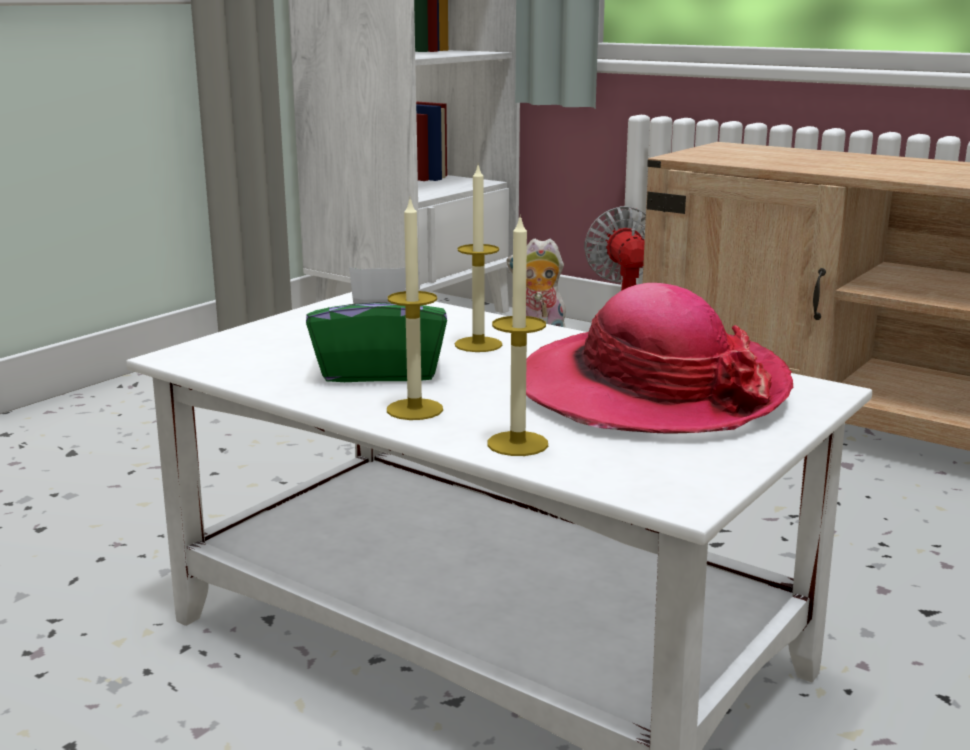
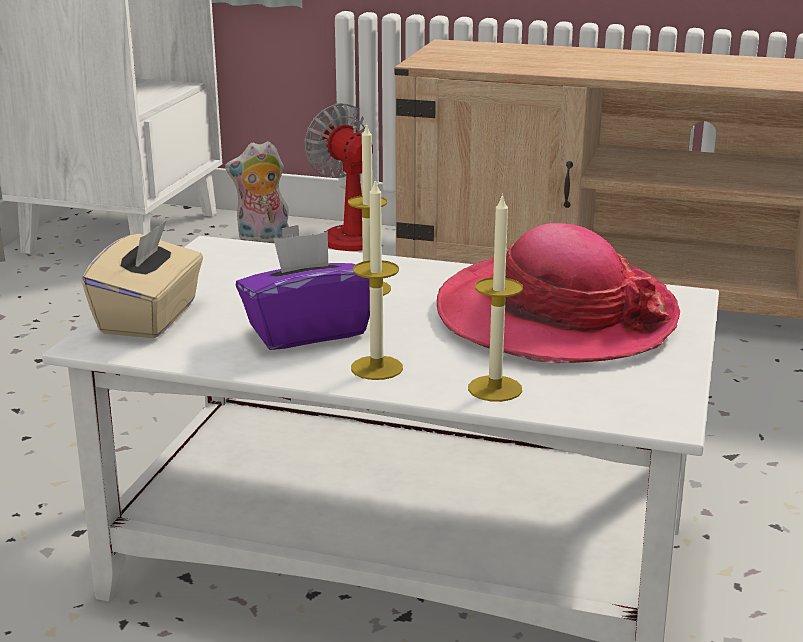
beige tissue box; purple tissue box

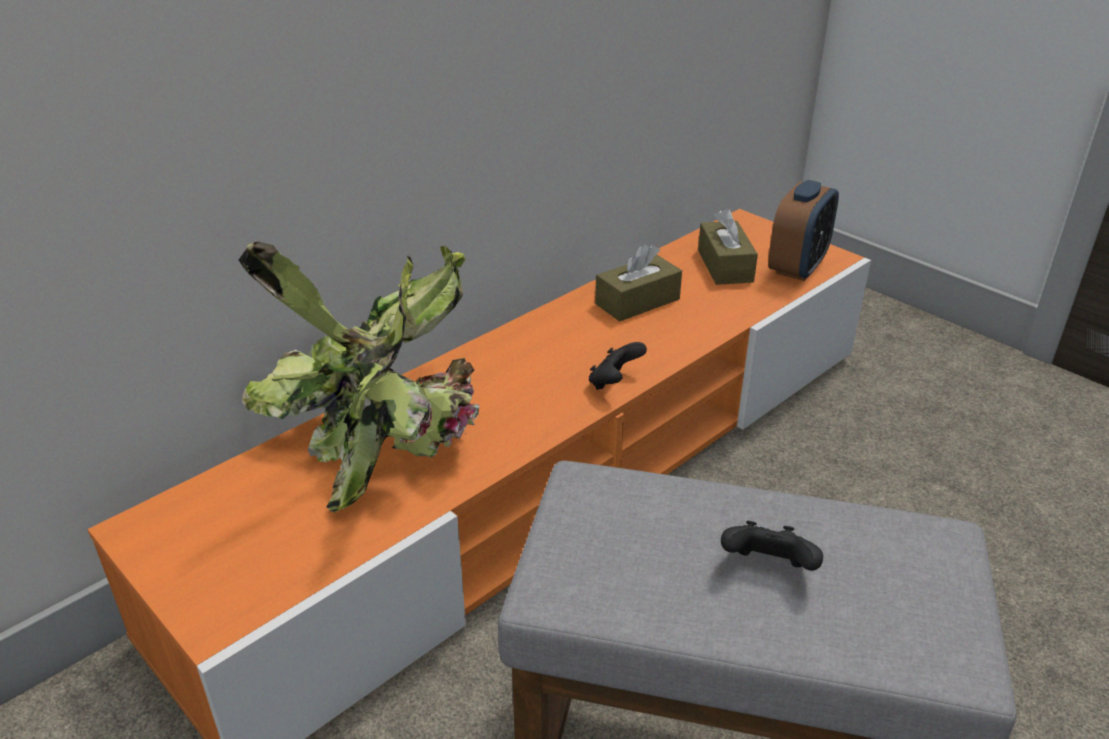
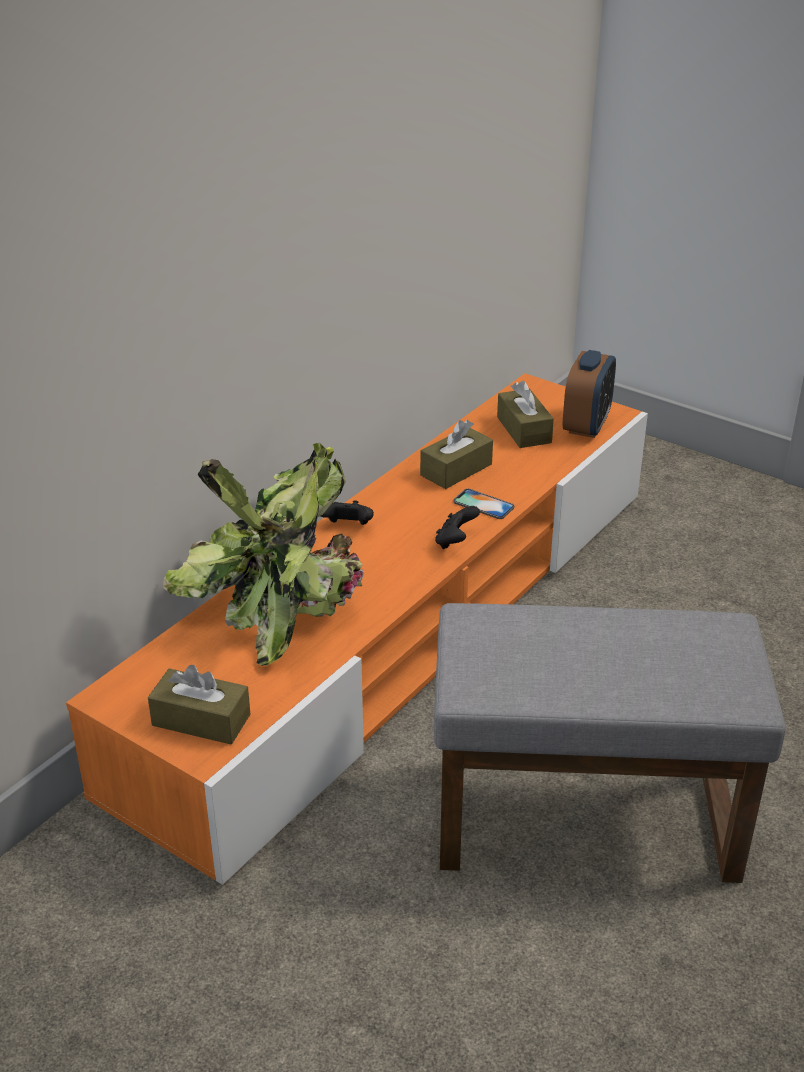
brown tissue box (no. 1 from left); black game controller (no. 1 from left); phone

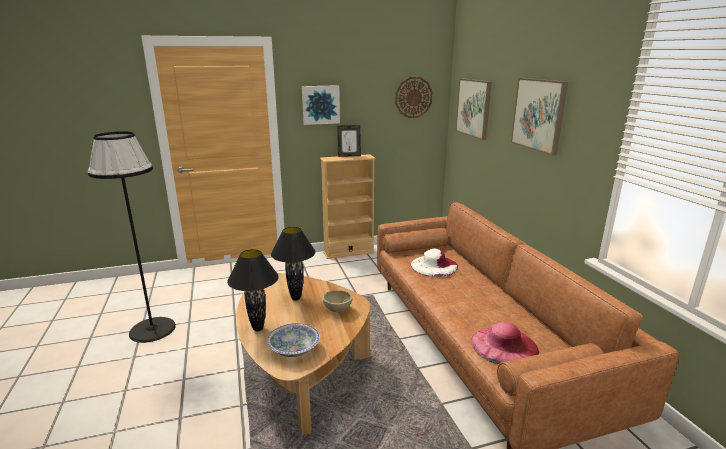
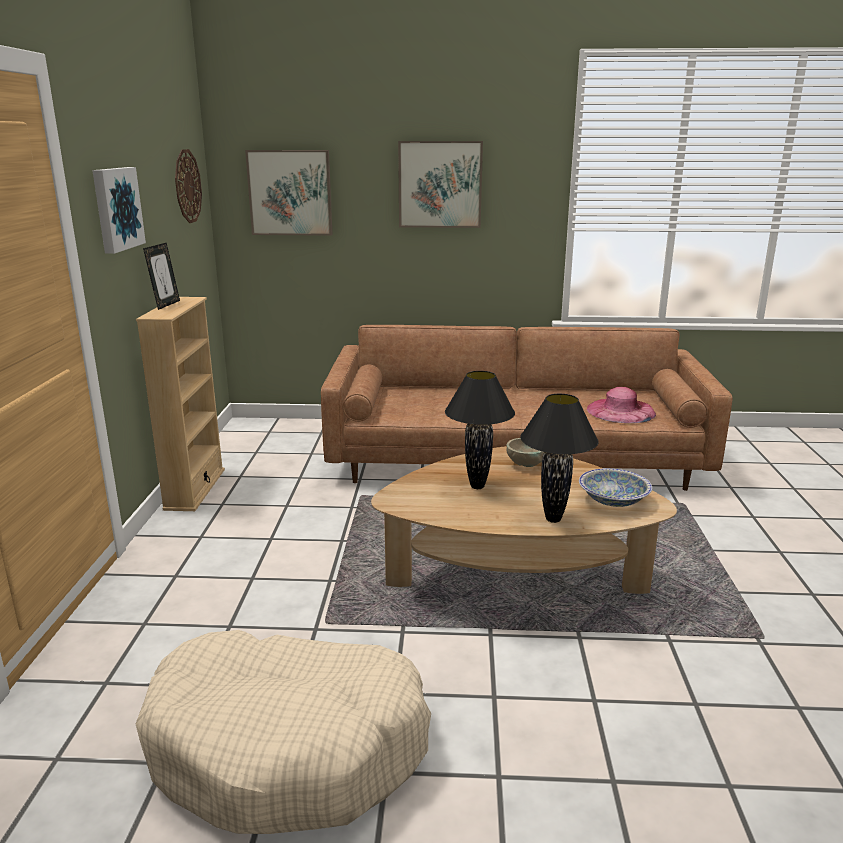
beige dog bed; white hat

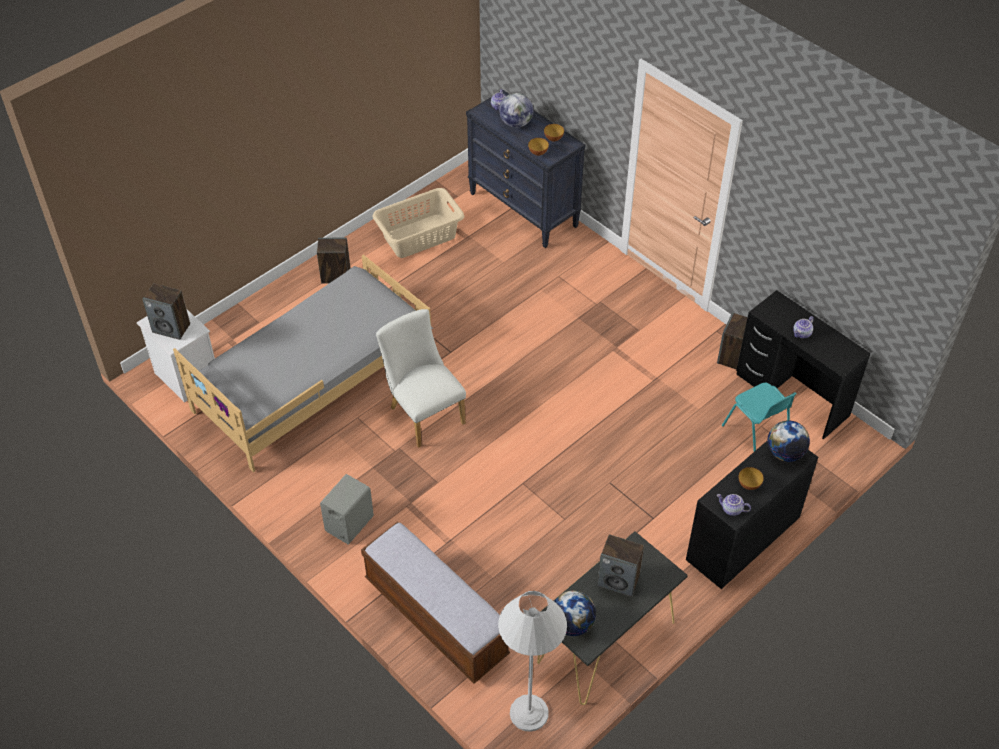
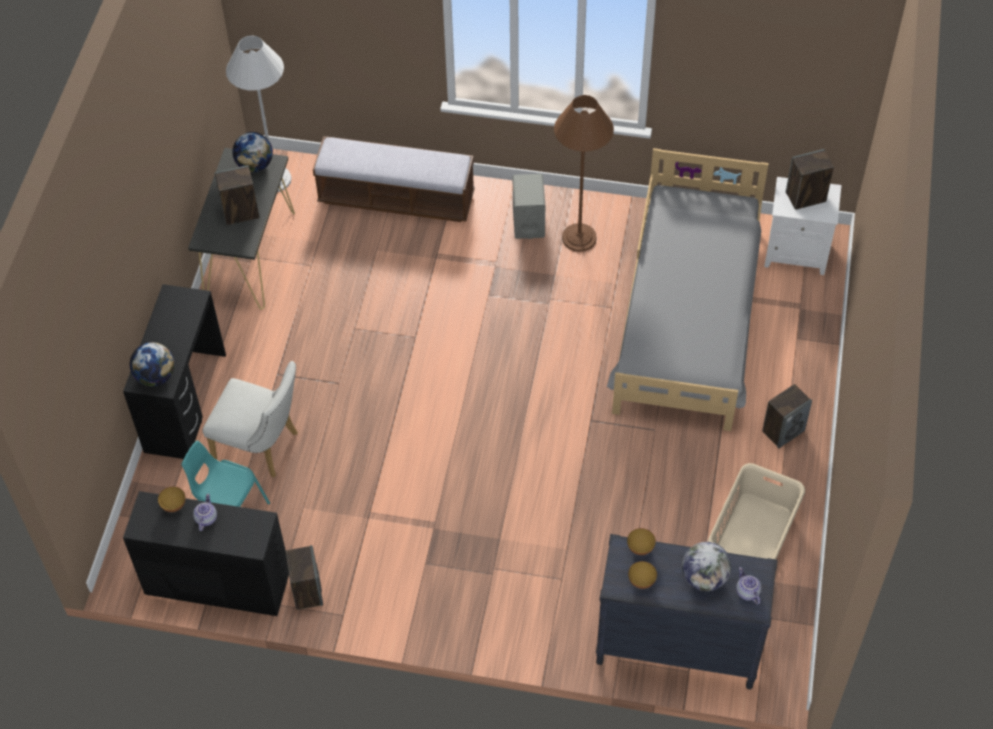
bowl (no. 1 from left); white chair; brown floor lamp; teapot (no. 2 from left in the first image)

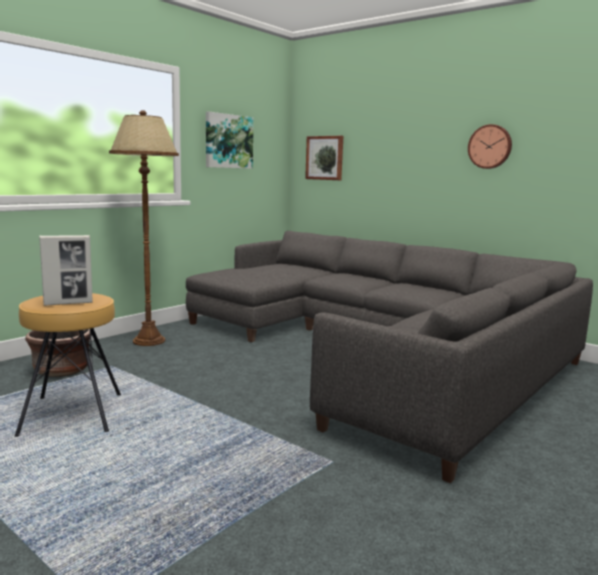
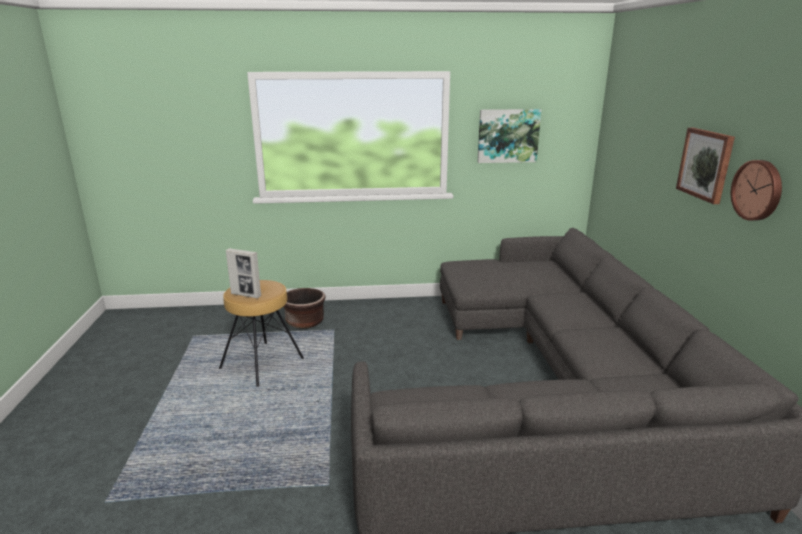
picture (no. 2 from left); brown floor lamp

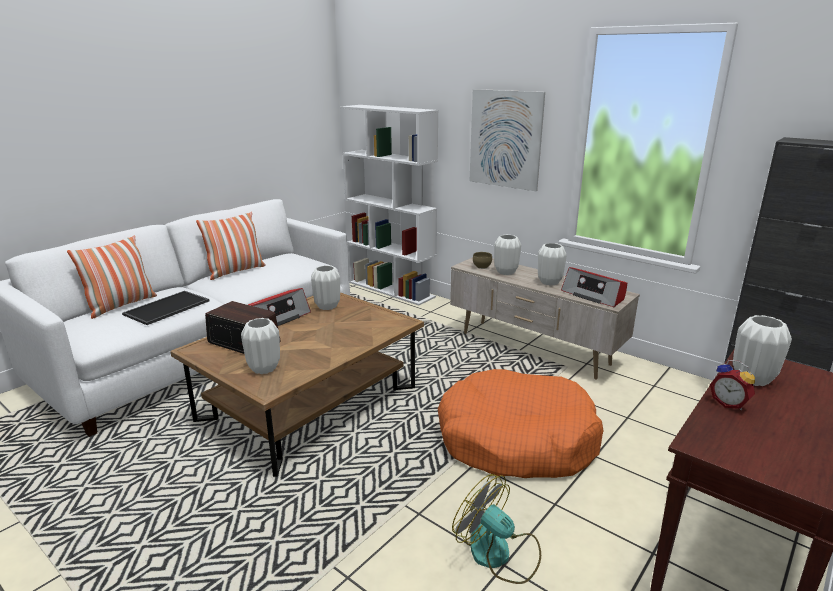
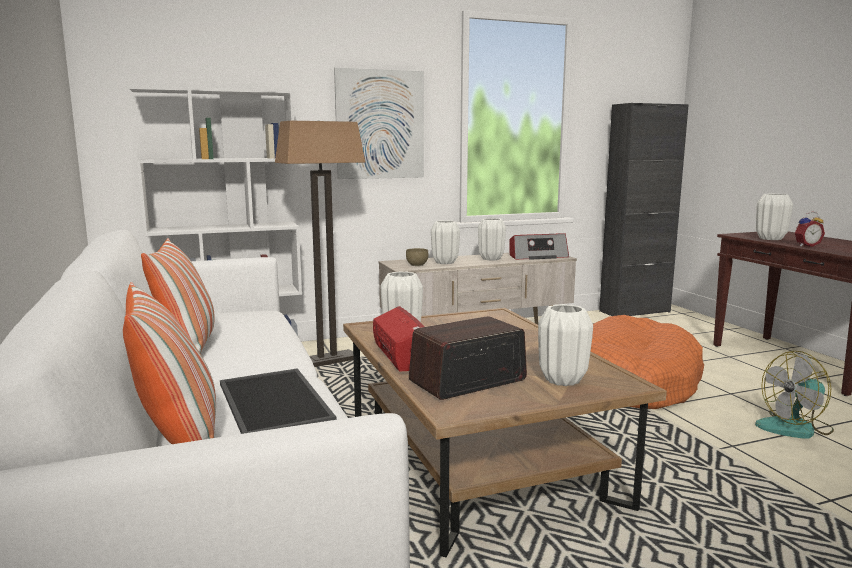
floor lamp

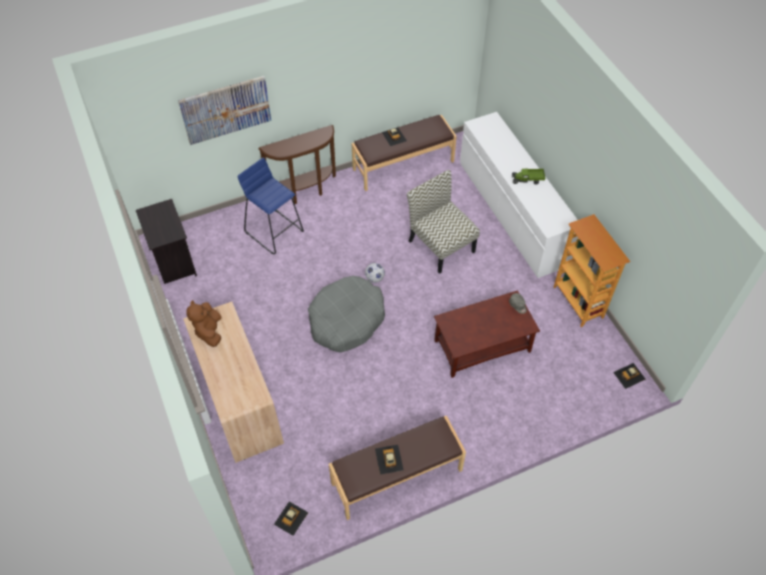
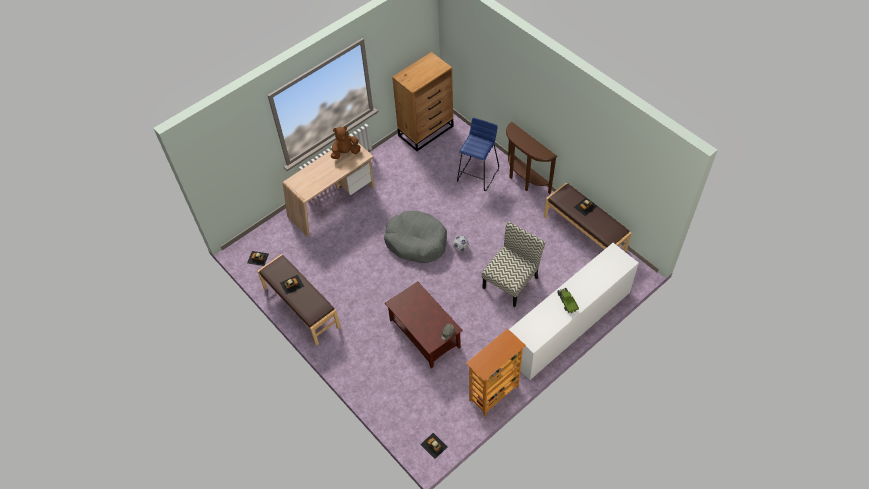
brown dresser; picture

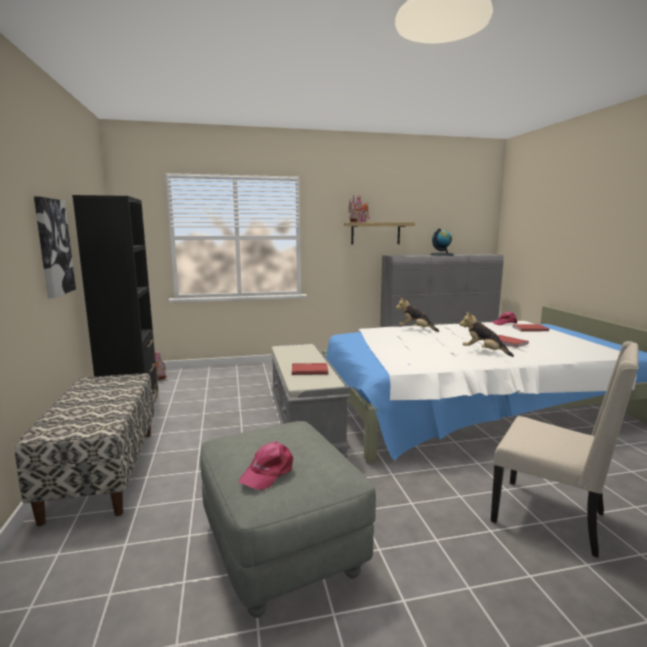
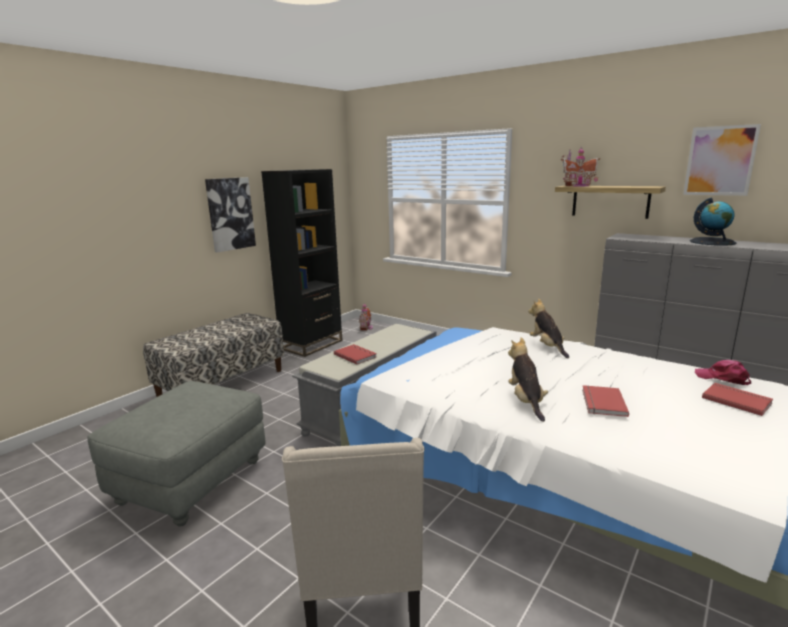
picture (no. 2 from left); pink cap (no. 1 from left in the first image)

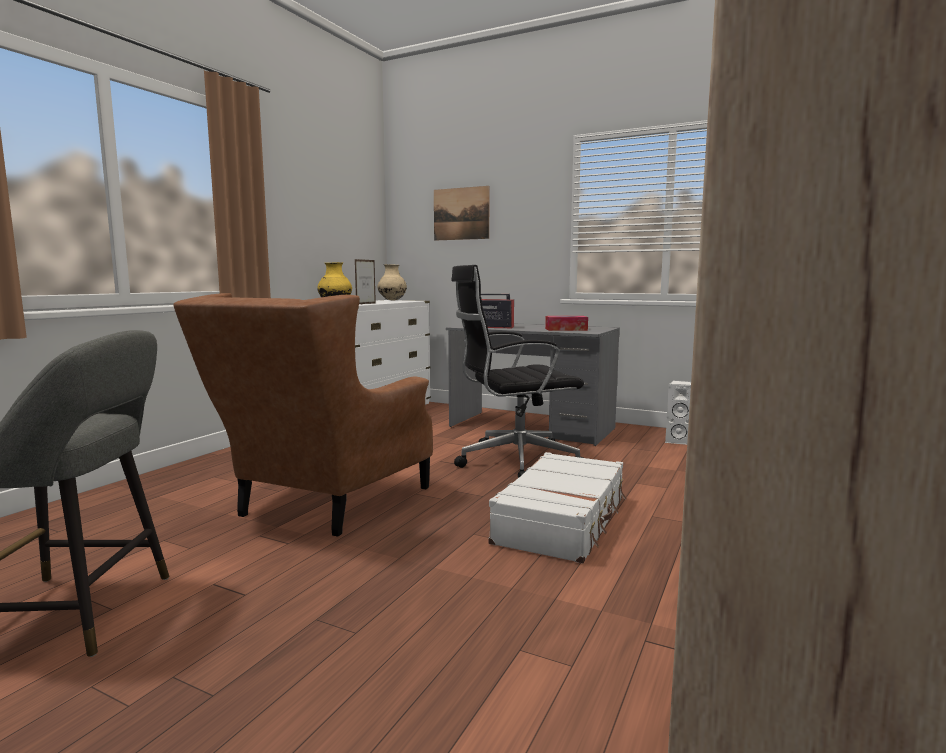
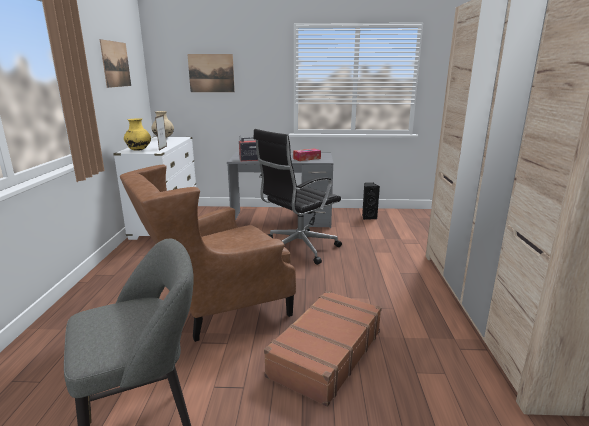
picture (no. 1 from left); brown armchair; brown suitcase; black speaker; white suitcase

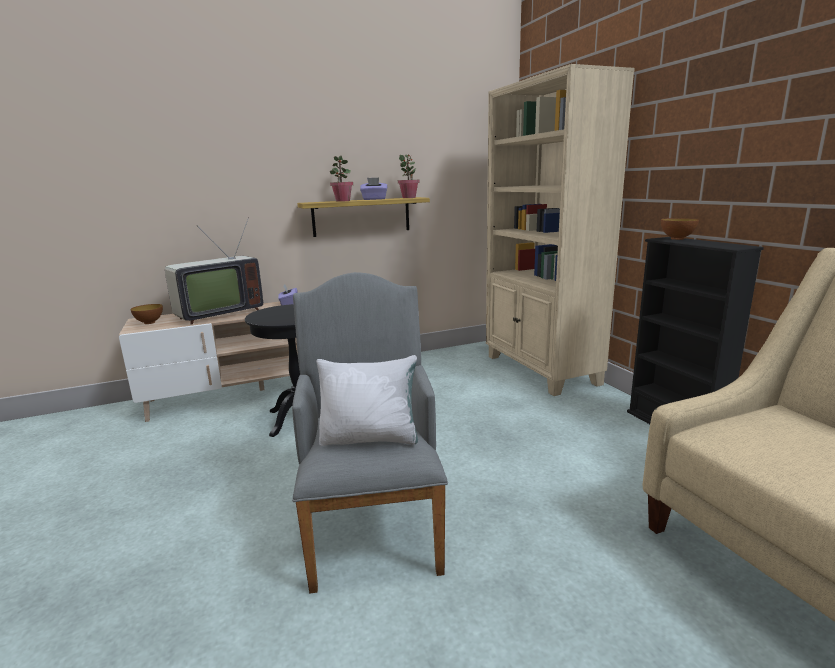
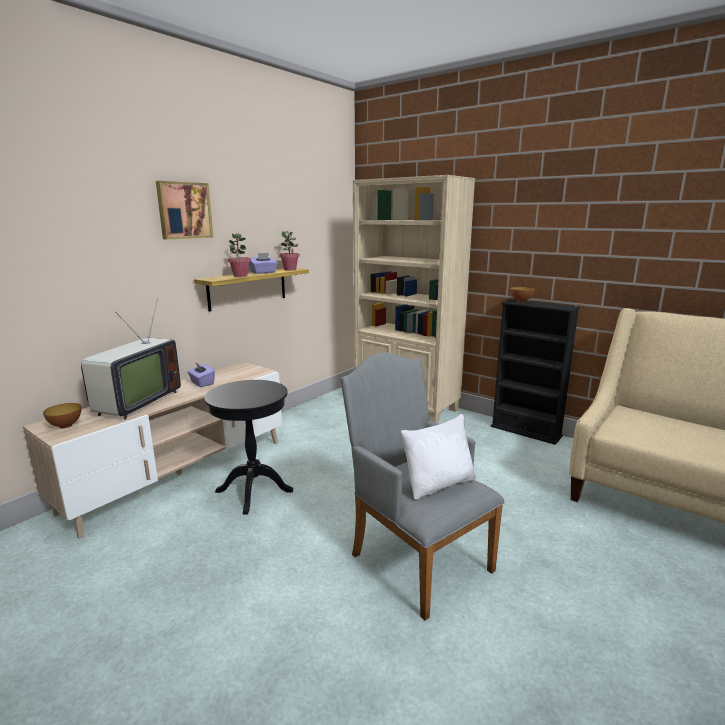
picture

